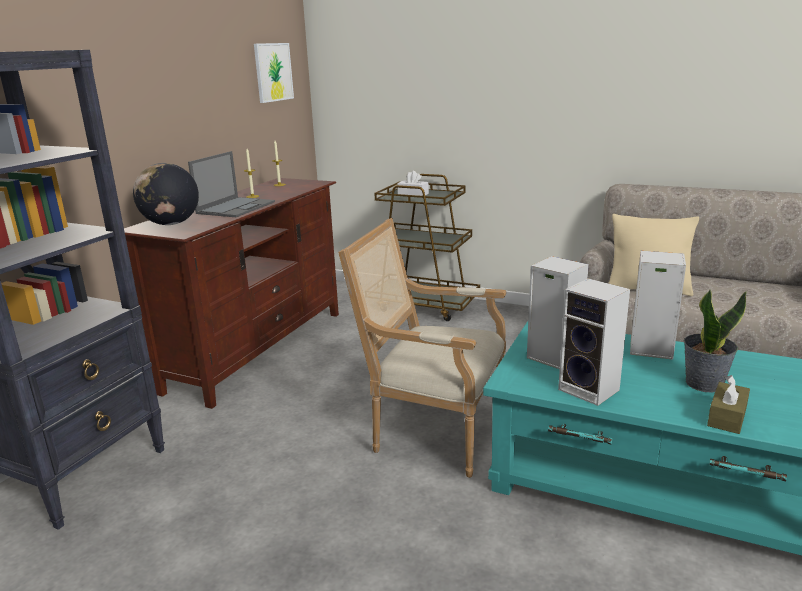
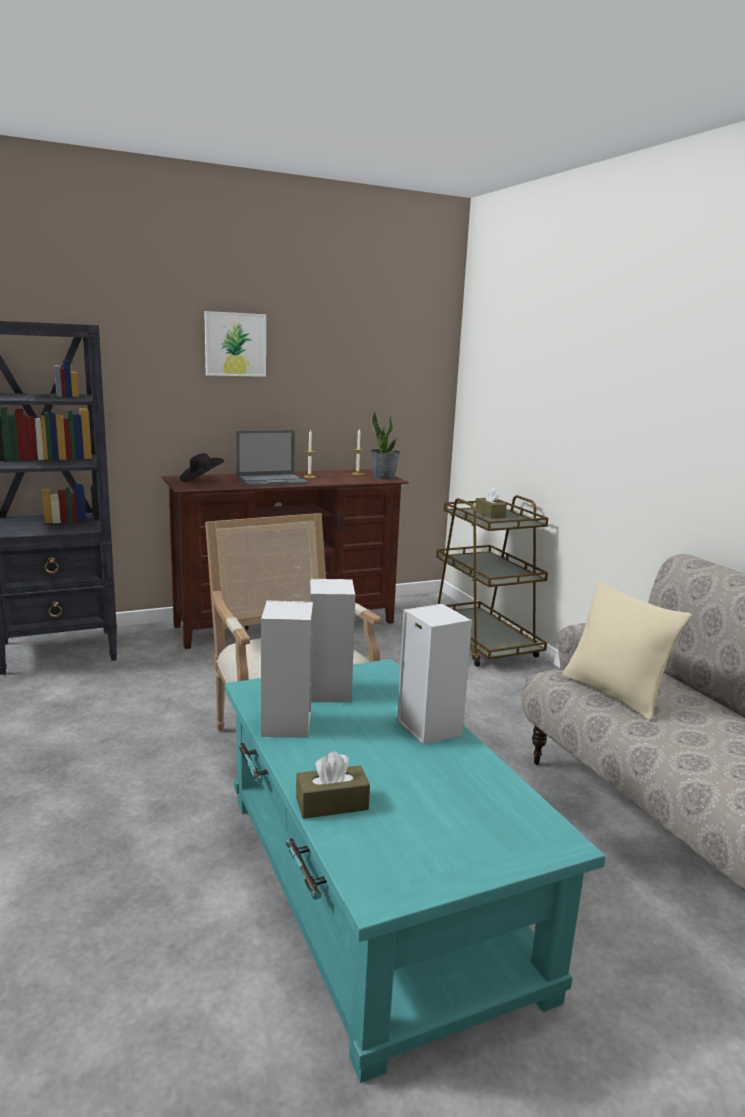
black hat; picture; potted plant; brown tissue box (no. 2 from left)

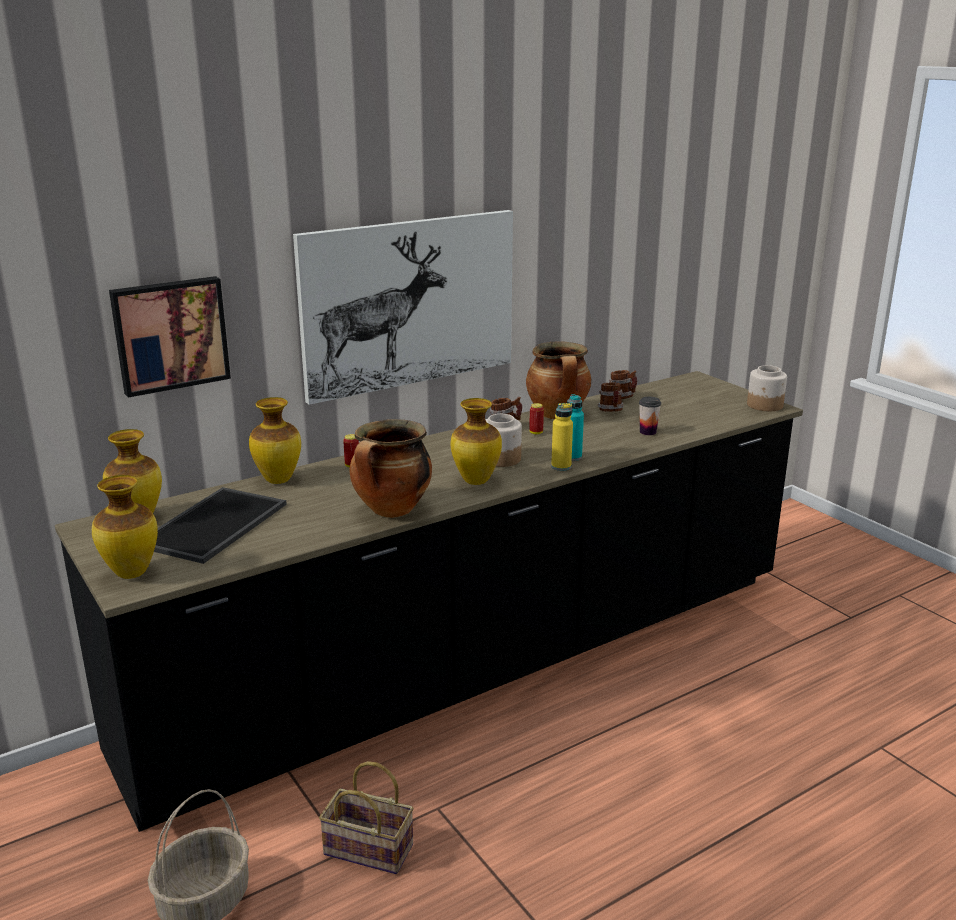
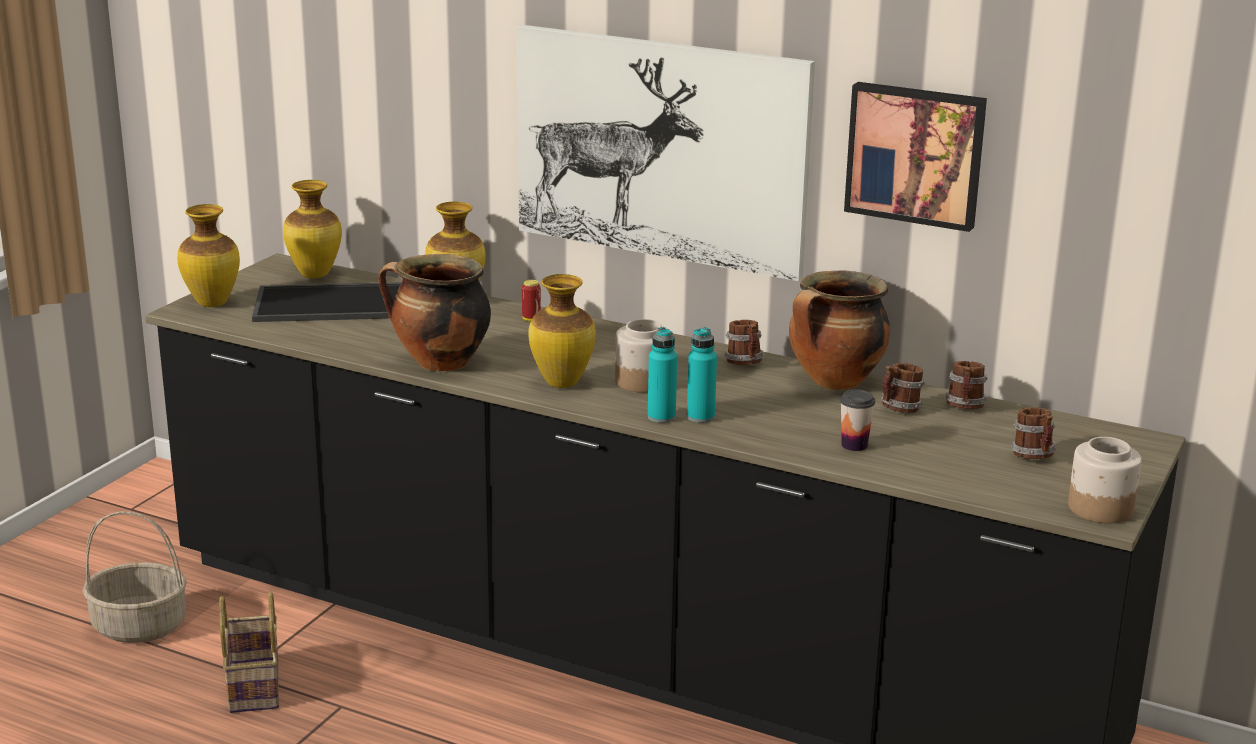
turquoise bottle (no. 1 from left); picture (no. 2 from left); mug (no. 4 from left); can (no. 2 from left in the first image)

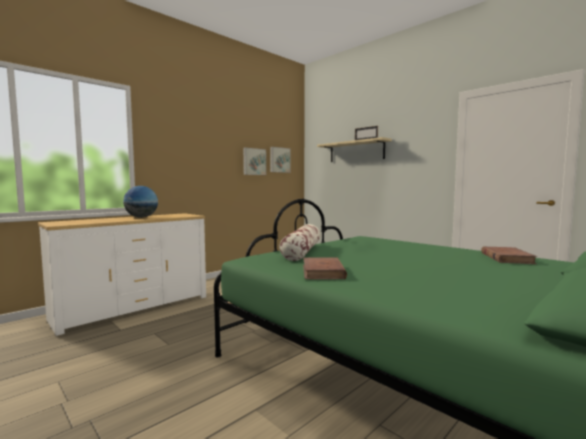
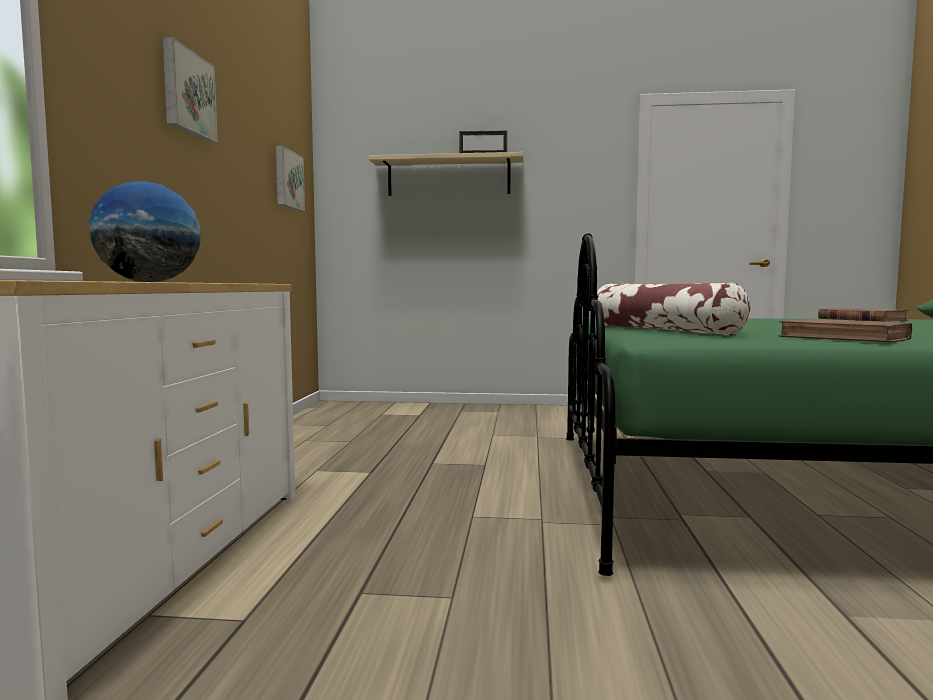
picture (no. 1 from left)

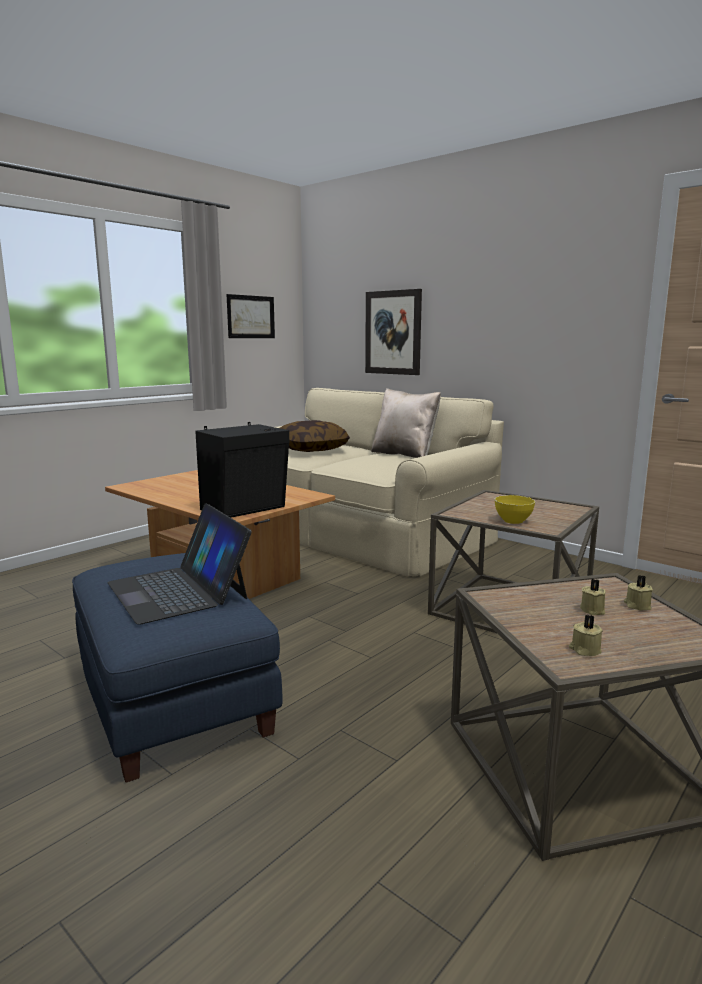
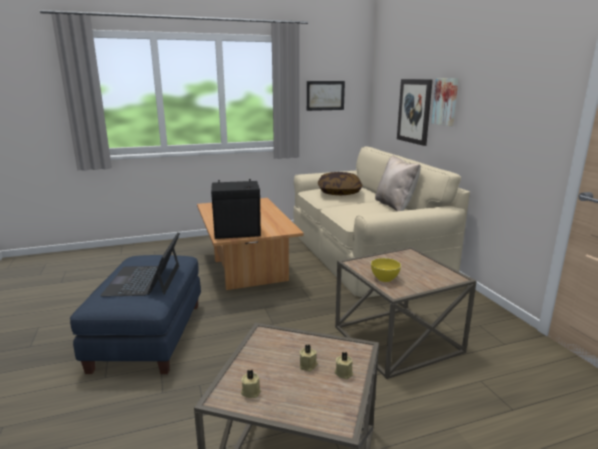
picture (no. 3 from left)

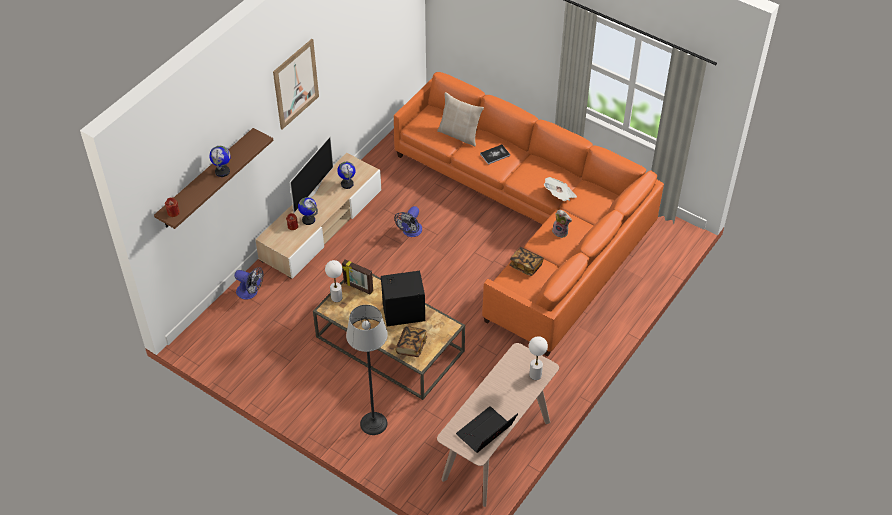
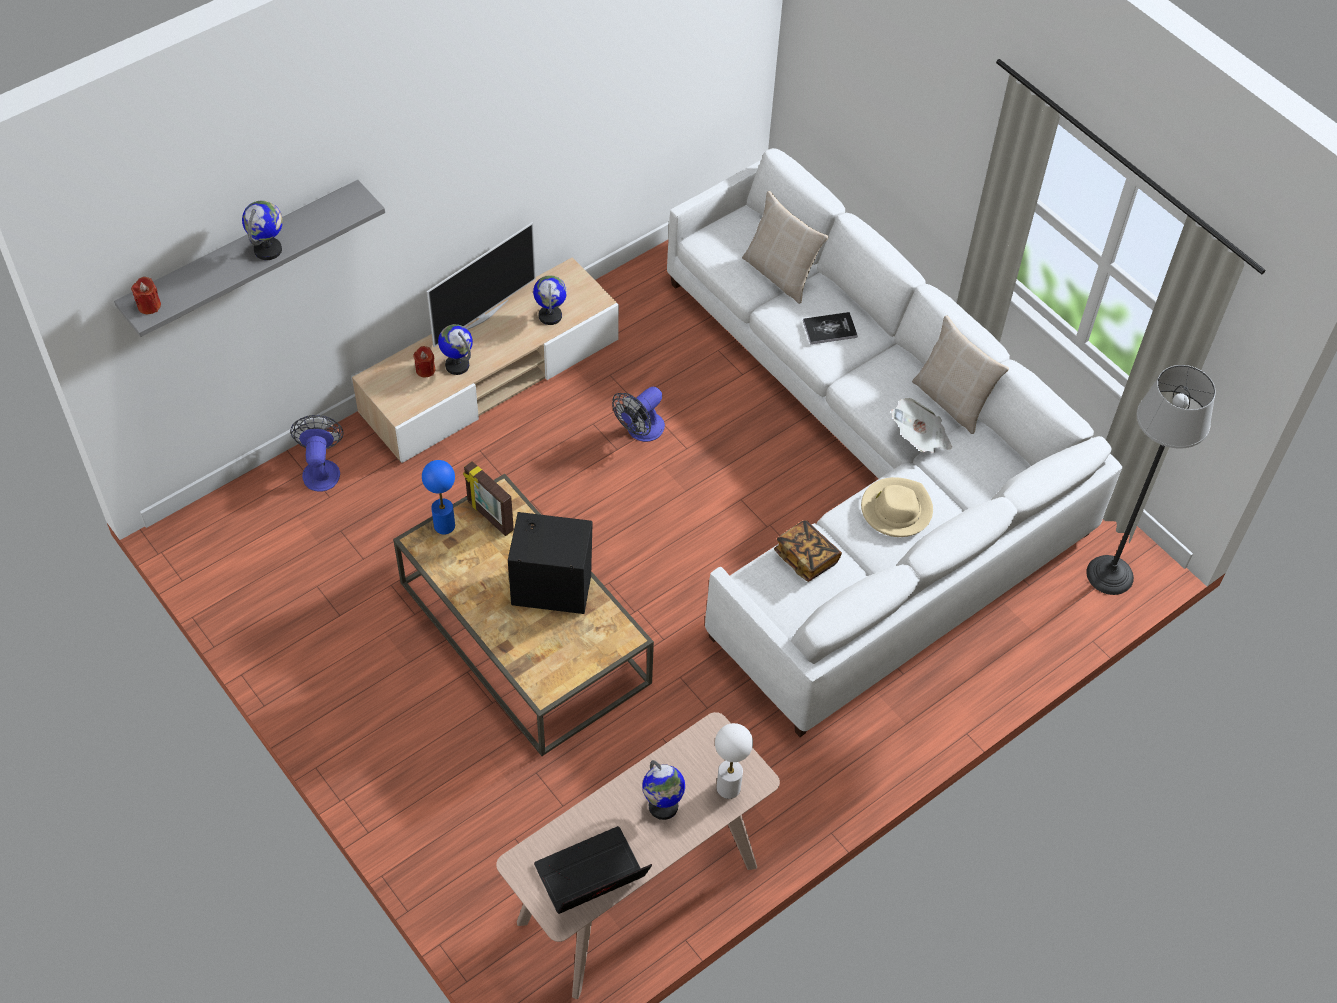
grey shelf; fan (no. 1 from left); blue table lamp; globe (no. 4 from left); white sofa; beige hat; beige pillow (no. 2 from left); floor lamp; picture; book (no. 1 from left in the first image)

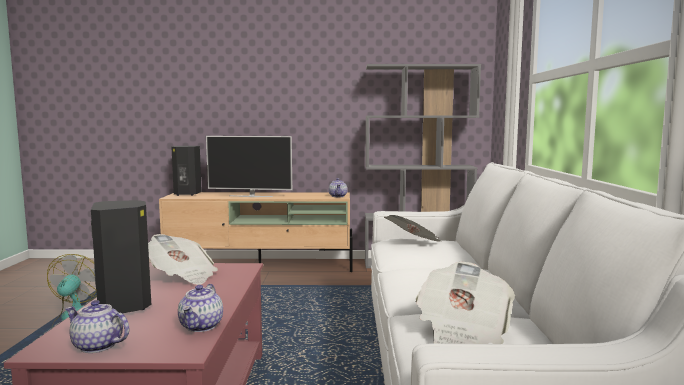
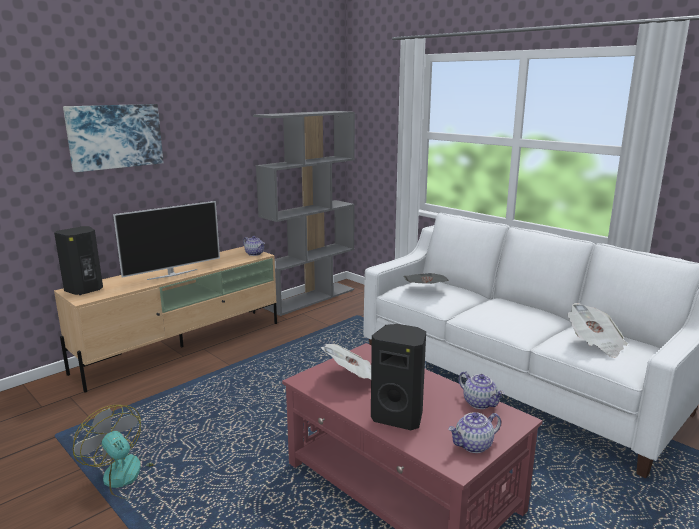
picture

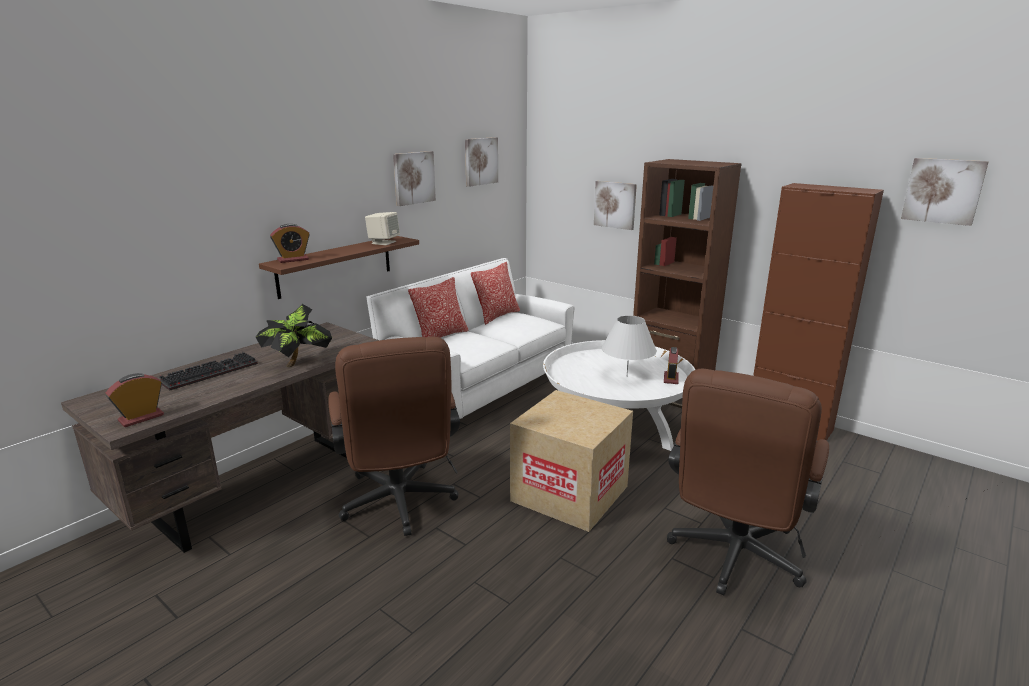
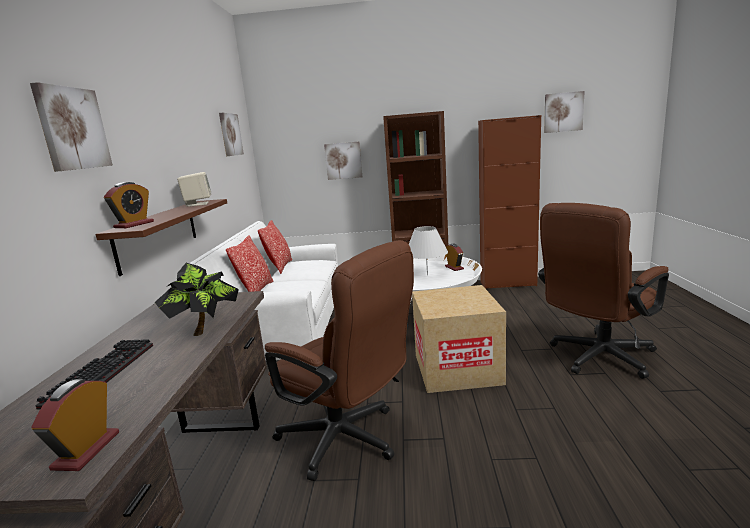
picture (no. 1 from left); brown office chair (no. 2 from left)

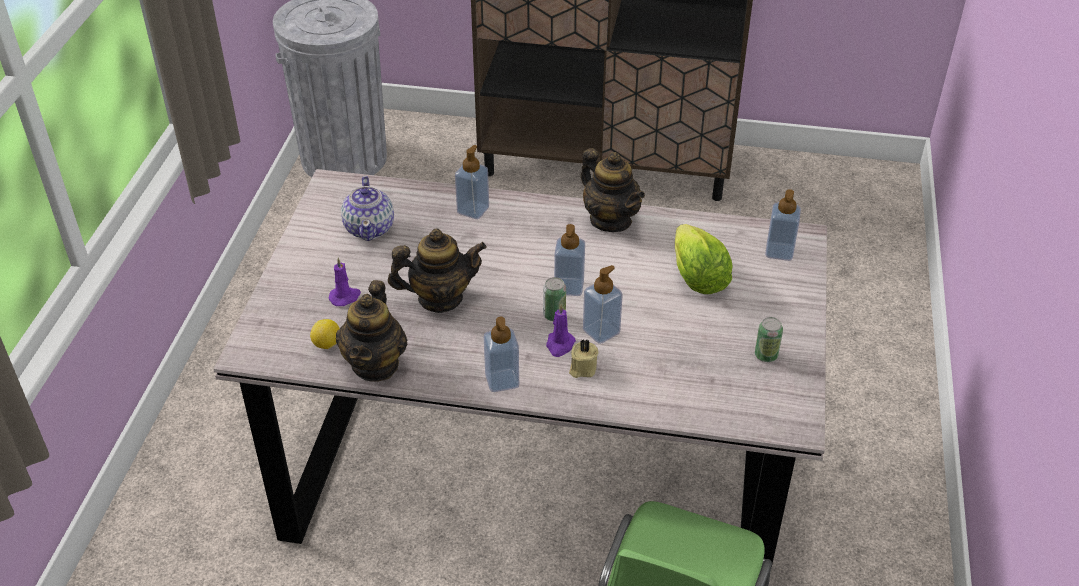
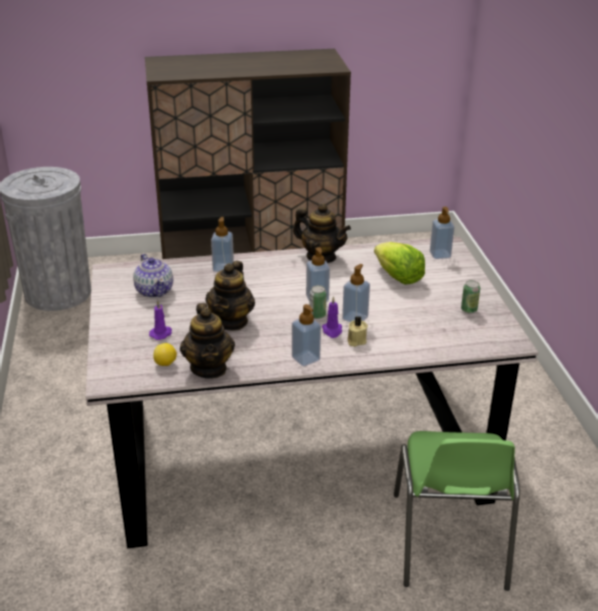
teapot (no. 3 from left)

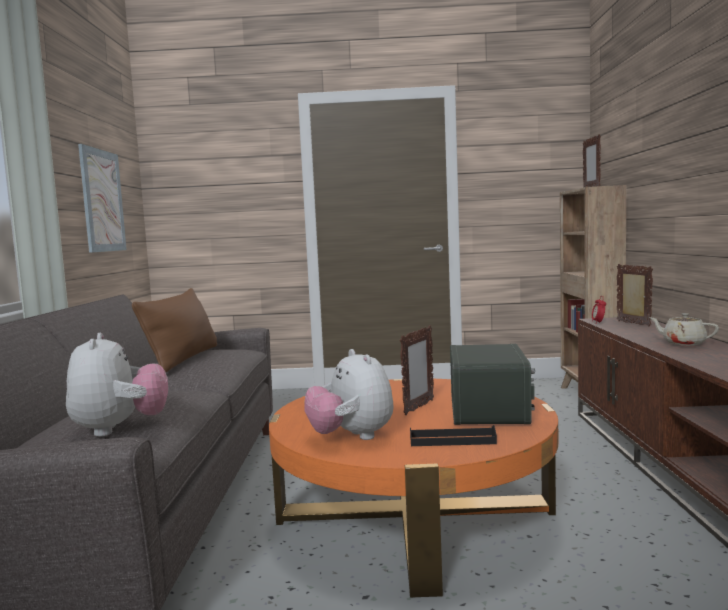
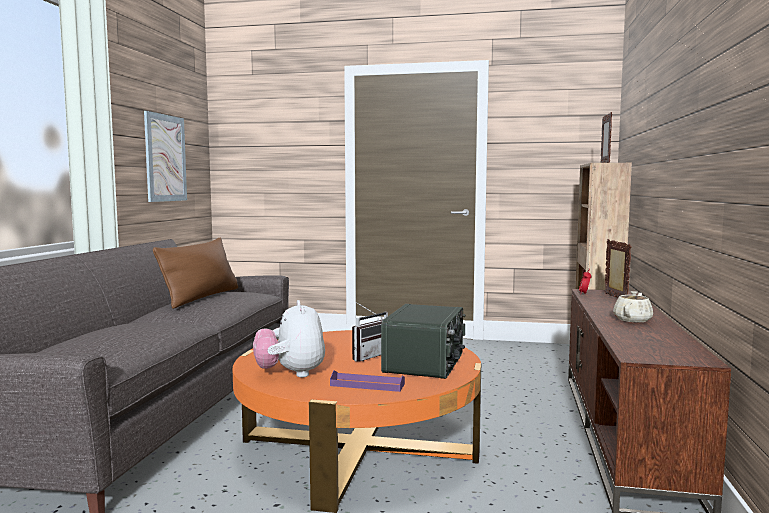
purple tray; radio (no. 1 from left); beige teapot; plush toy (no. 1 from left in the first image)

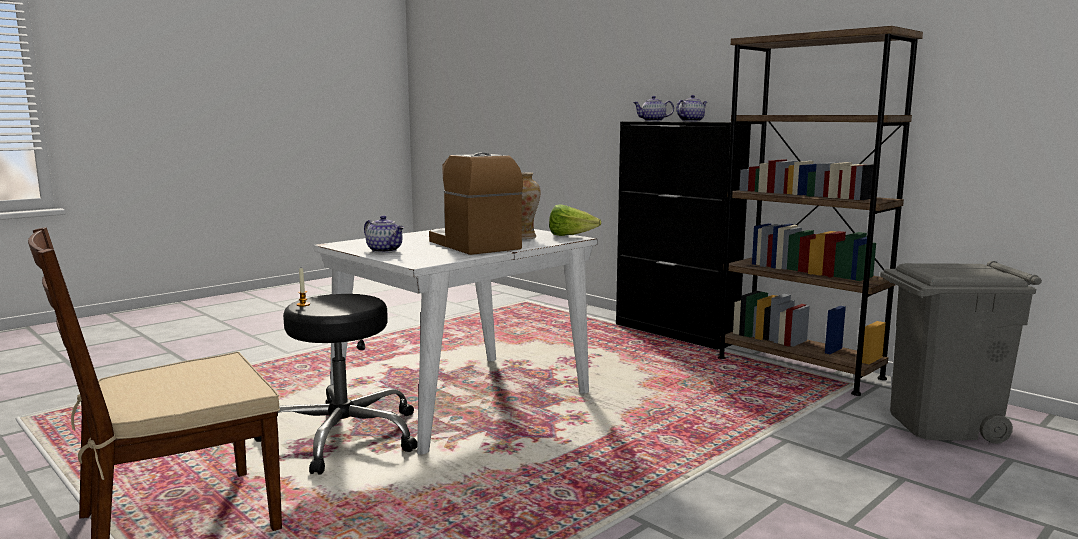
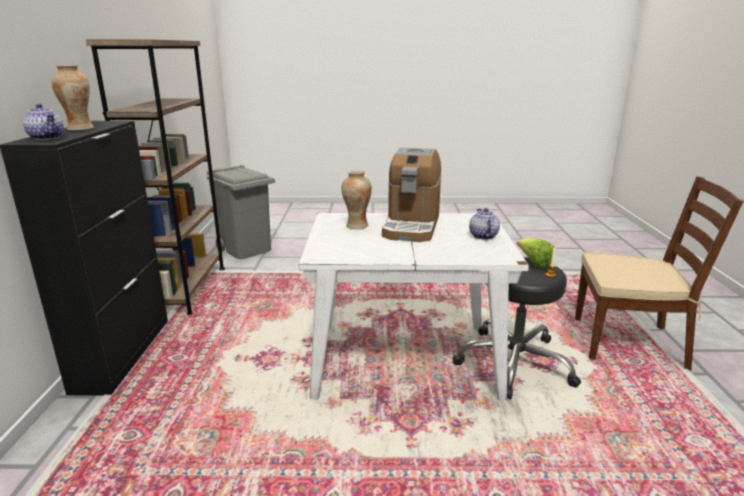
vase (no. 1 from left); lettuce

